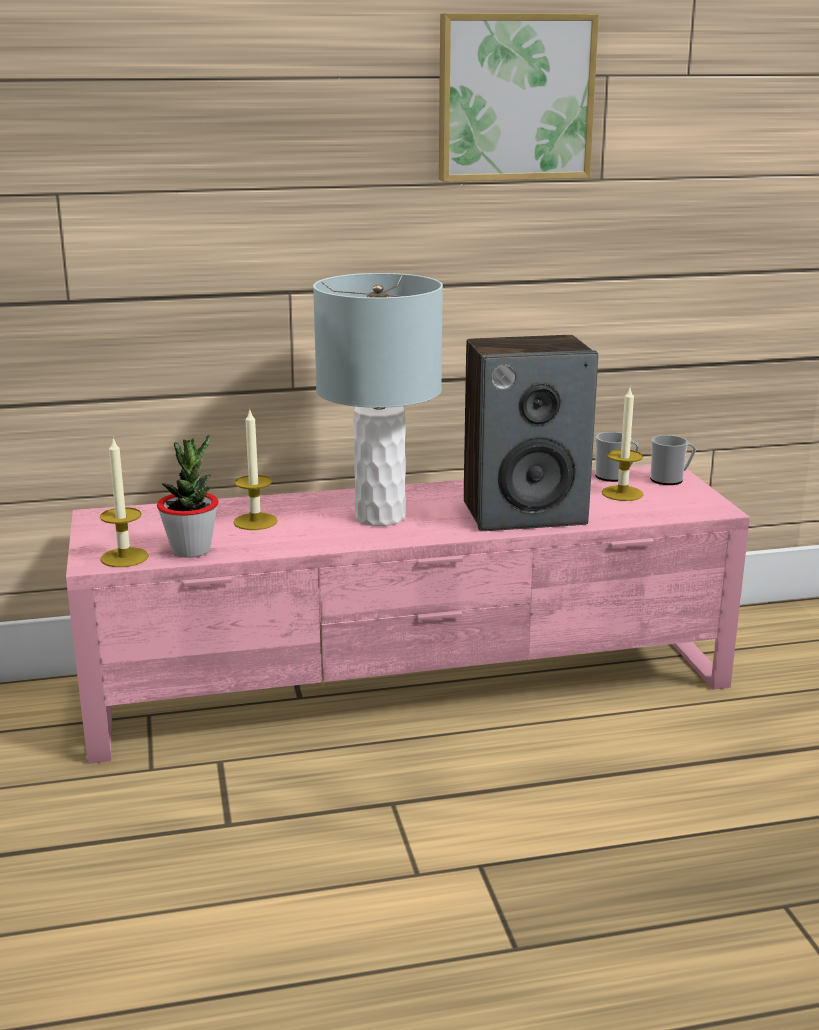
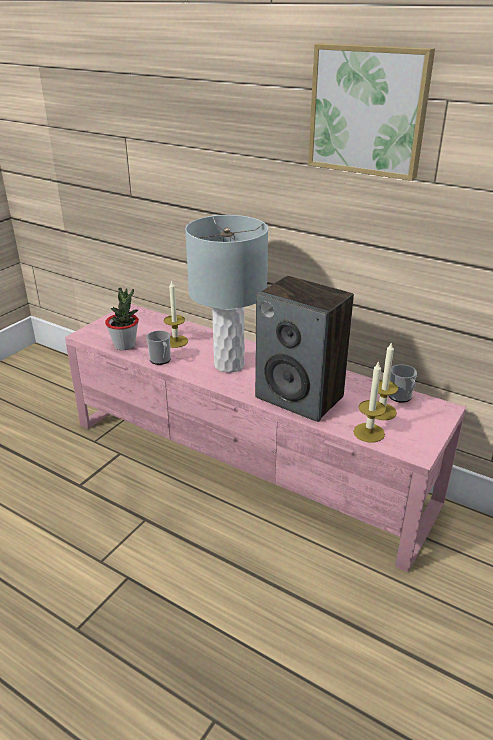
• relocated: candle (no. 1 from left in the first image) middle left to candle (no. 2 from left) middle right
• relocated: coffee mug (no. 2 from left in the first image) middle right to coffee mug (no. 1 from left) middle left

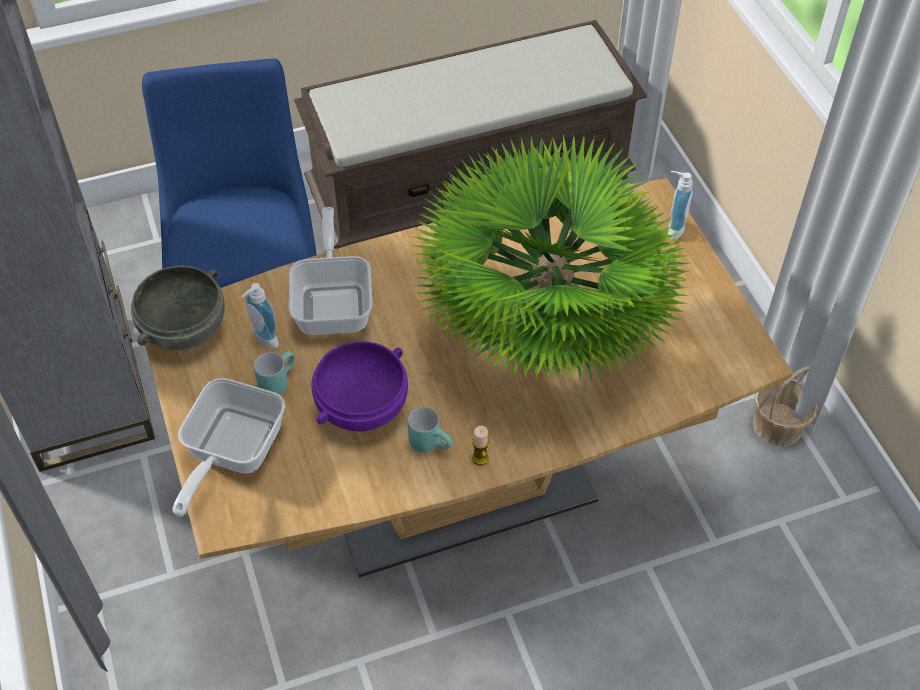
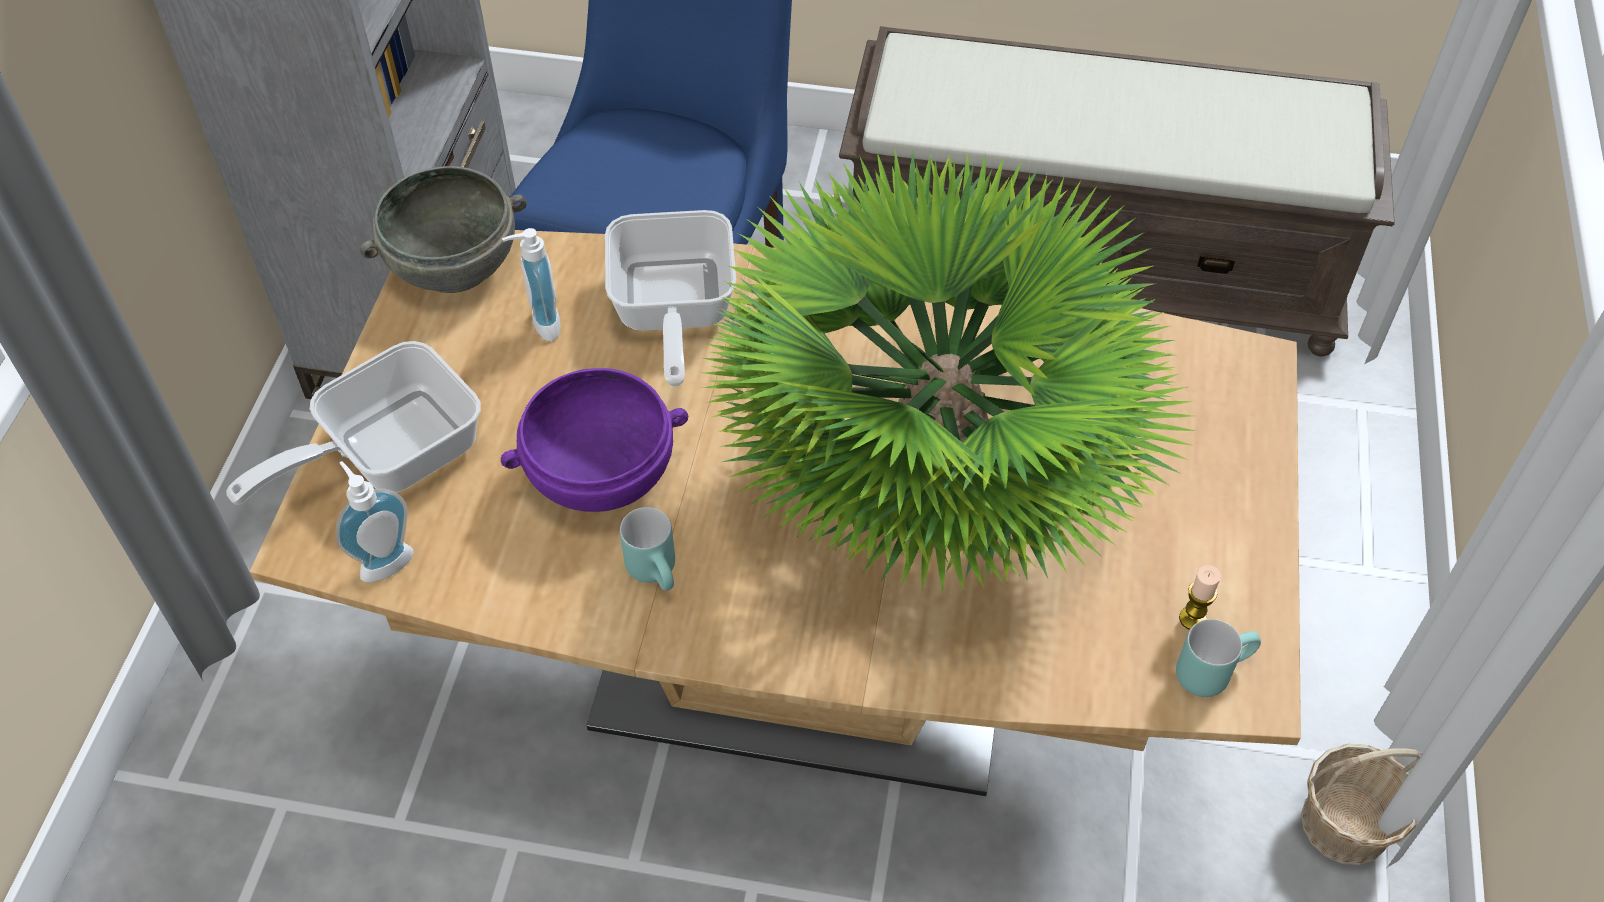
• relocated: coffee mug (turquoise-coloured) (no. 1 from left in the first image) middle left to coffee mug (turquoise-coloured) (no. 2 from left) bottom right
• relocated: candle centre to middle right
• relocated: soap bottle (no. 2 from left in the first image) top right to soap bottle (no. 1 from left) middle left
• spun: pan (no. 2 from left) centre = top centre 150 degrees clockwise

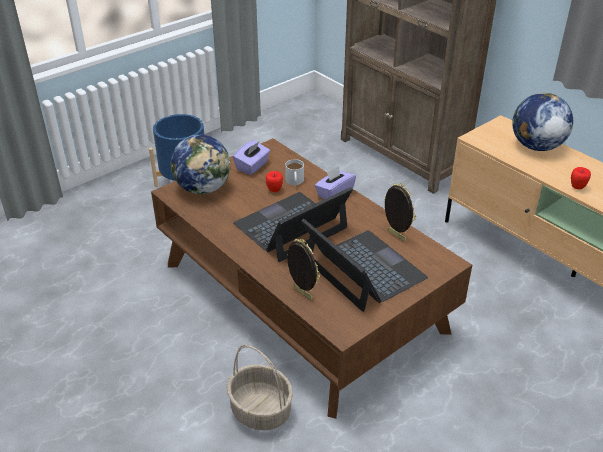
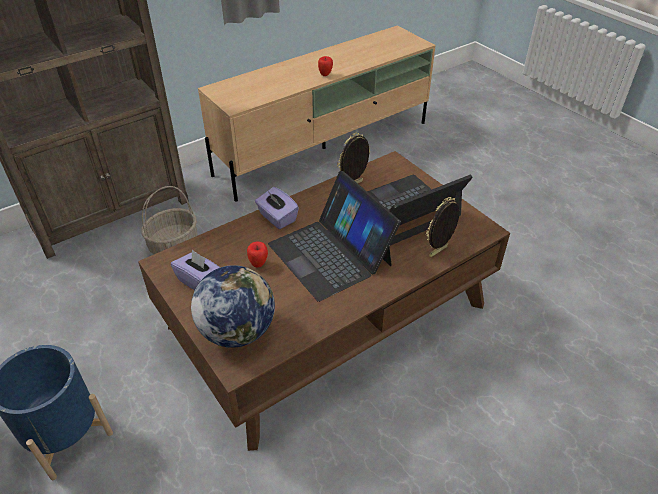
• missing: coffee mug (white-coloured) centre
• missing: globe (no. 2 from left) top right
• relocated: basket bottom centre to middle left

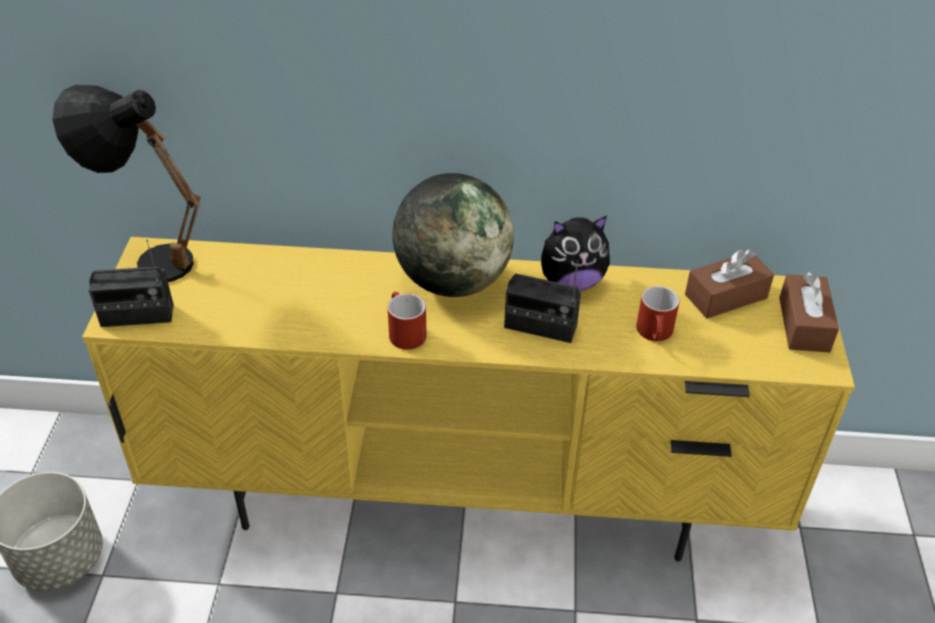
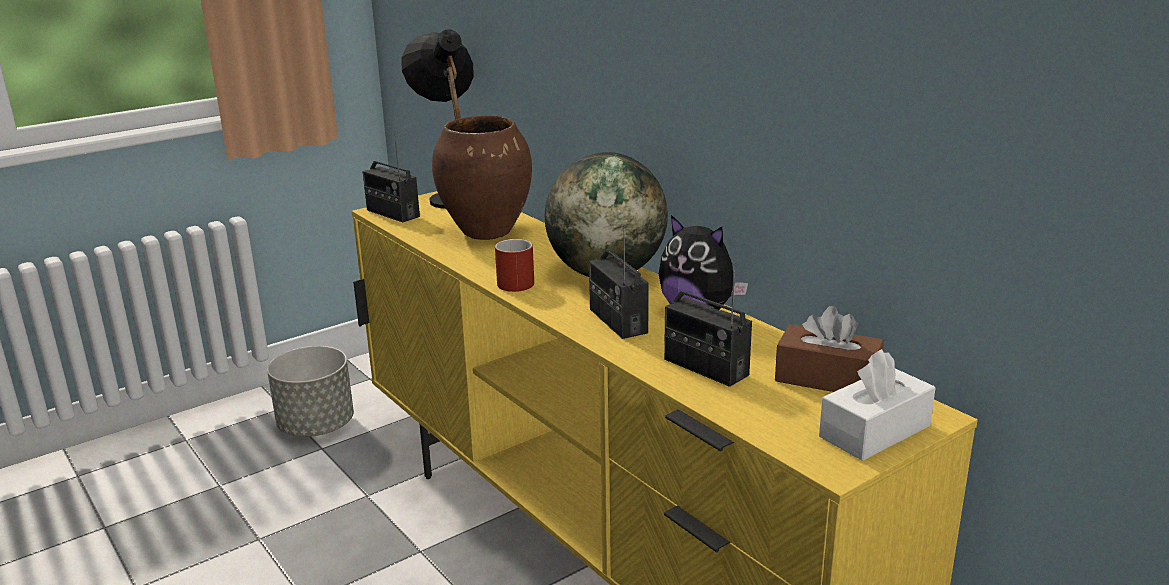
• appeared: vase (brown) top centre
• exchanged: coffee mug (red) (no. 2 from left) middle right to radio (no. 3 from left) centre
• colour: tissue box (brown) (no. 2 from left) middle right to tissue box (white-coloured) bottom right

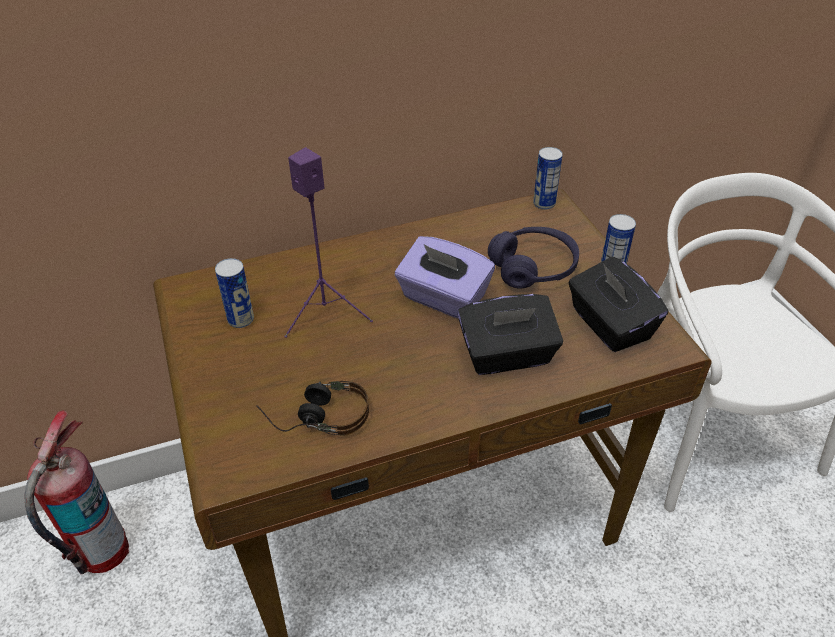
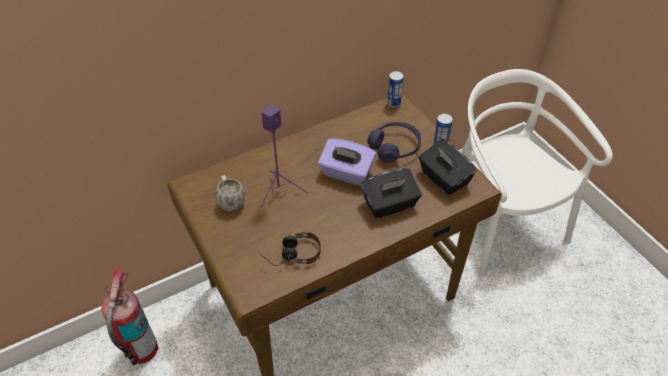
• exchanged: can (no. 1 from left) middle left to coffee mug (white-coloured) centre

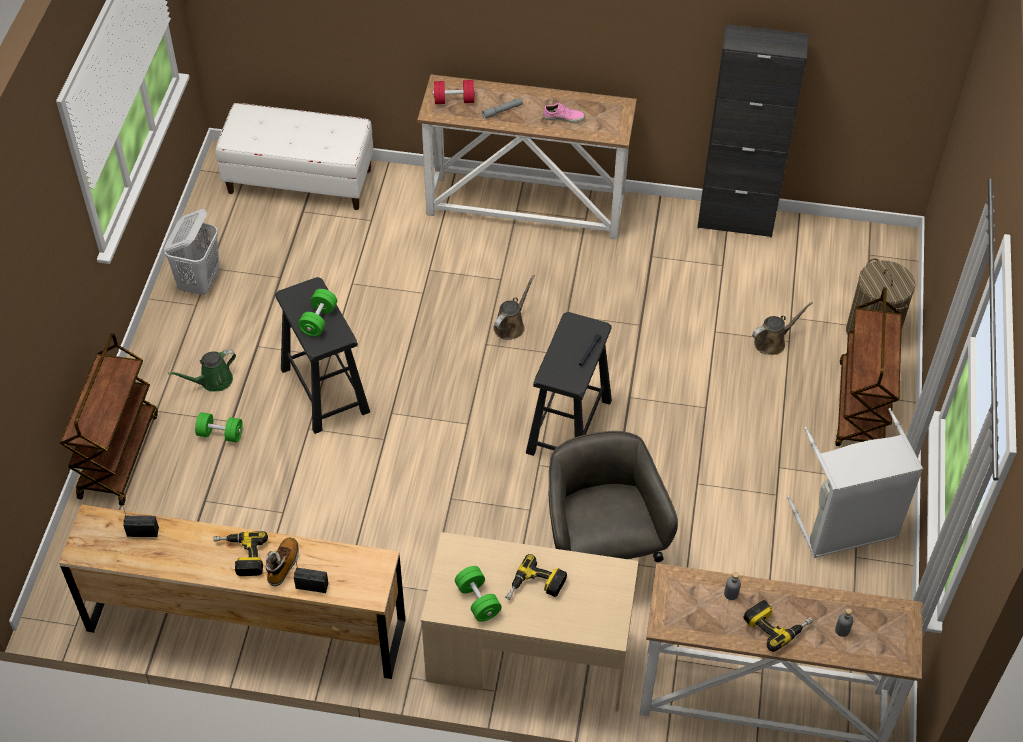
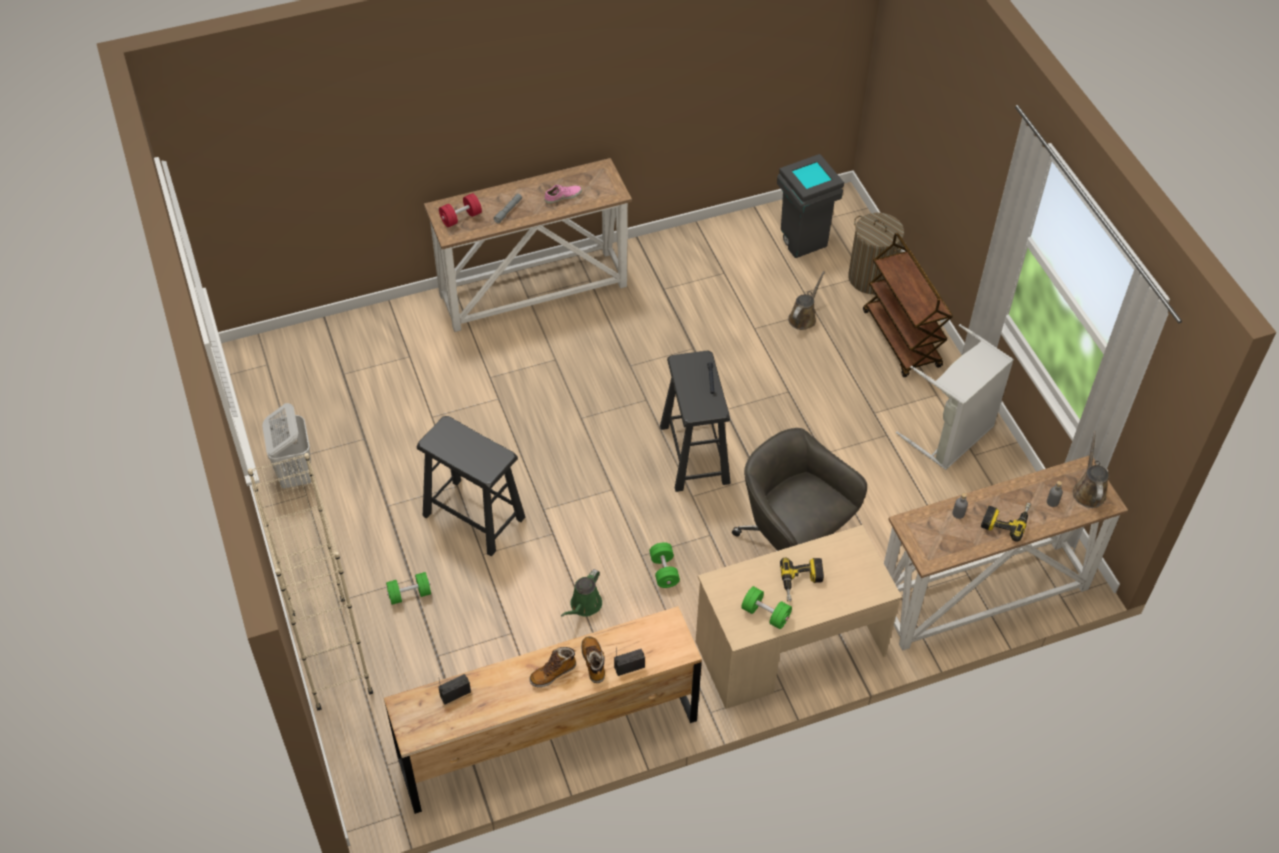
• missing: indoor bench (white-coloured) top left
• missing: cupboard (black) top right
• appeared: trash can (greyish) top centre
• relocated: watering pot (green-coloured) middle left to bottom centre
• relocated: hand weight (green-coloured) (no. 2 from left) middle left to centre
• relocated: watering pot (brown) (no. 1 from left in the first image) centre to watering pot (brown) (no. 2 from left) middle right
• exchanged: trolley (brown) (no. 1 from left) middle left to bookcase (sand-coloured) bottom left
• exchanged: electric drill (no. 1 from left) bottom left to high-top boot (no. 1 from left) bottom centre

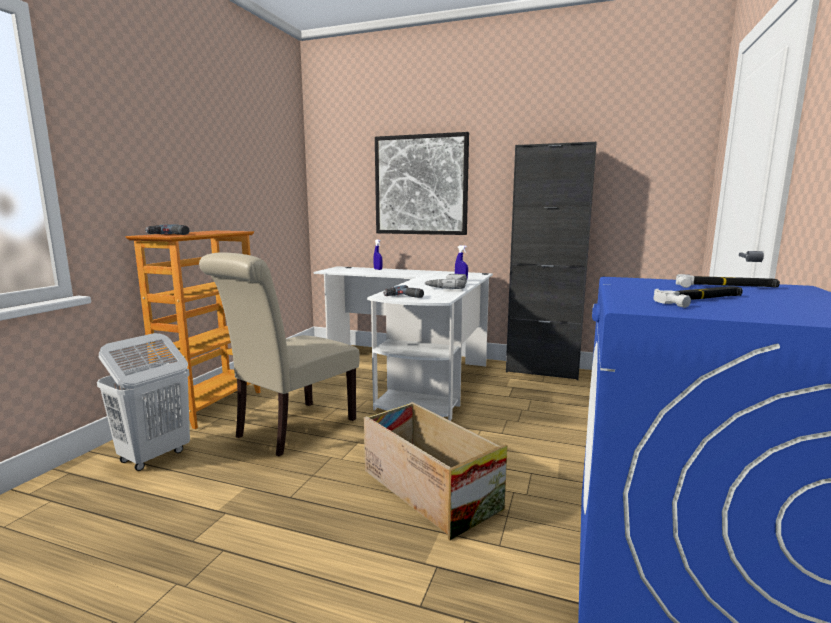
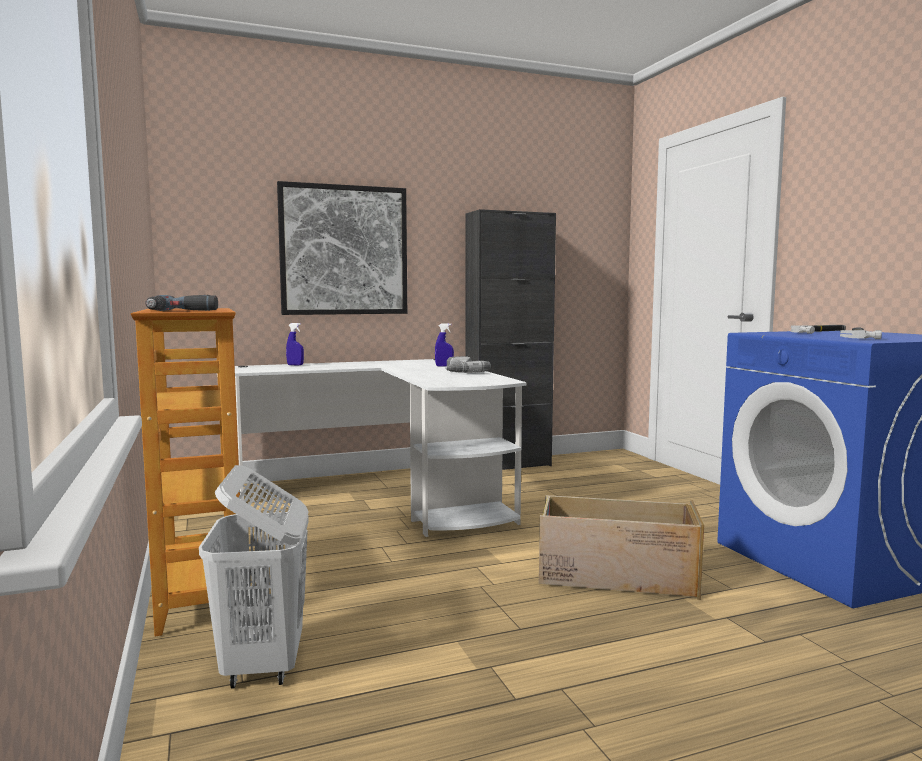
• missing: upright chair (sand-coloured) centre
• missing: electric drill (no. 2 from left) centre

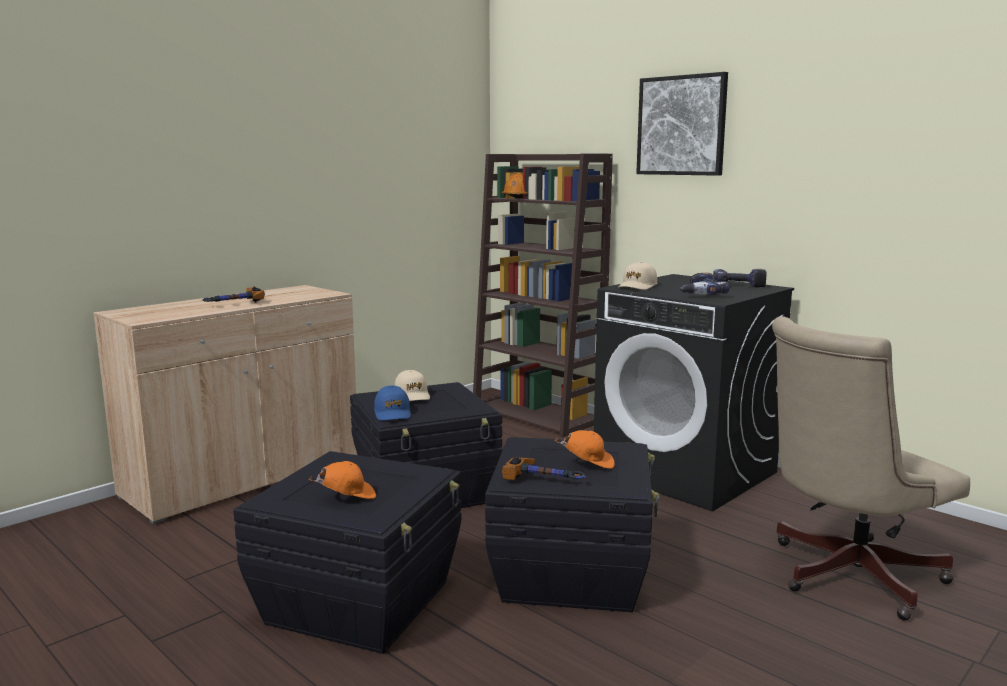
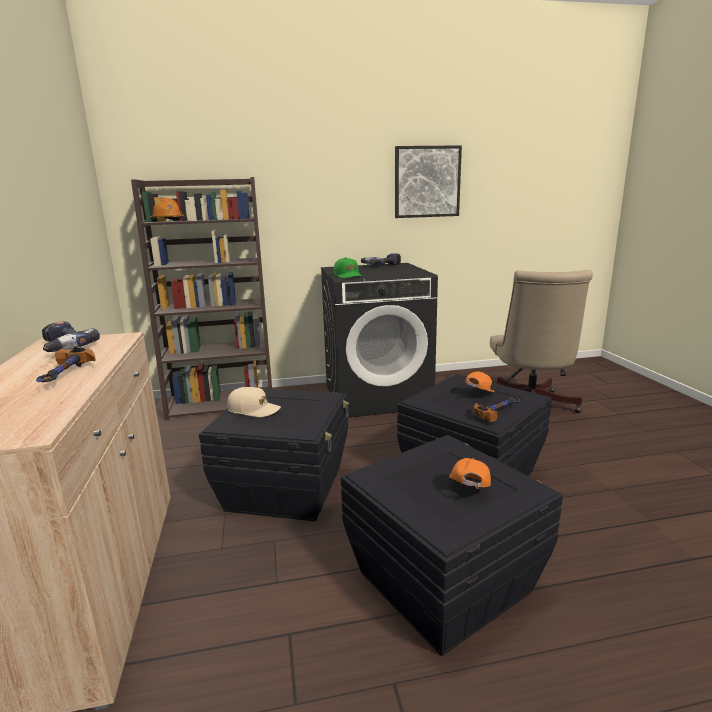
• missing: baseball cap (blue-coloured) centre
• relocated: picture top right to top centre
• relocated: electric drill (no. 1 from left) middle right to middle left
• colour: baseball cap (sand-coloured) (no. 2 from left) centre to baseball cap (green-coloured) centre

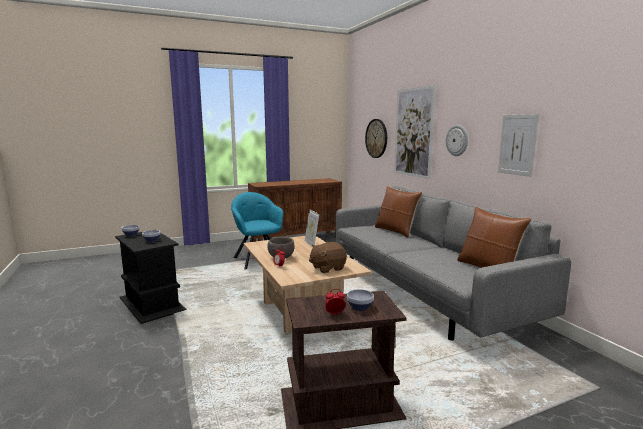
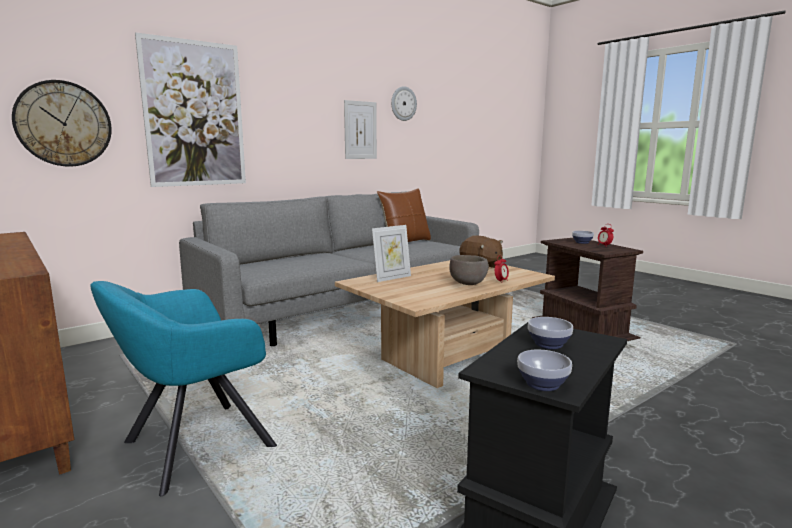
• missing: cushion (brown) (no. 1 from left) centre
• relocated: clock on the wall (no. 2 from left) top right to top centre

